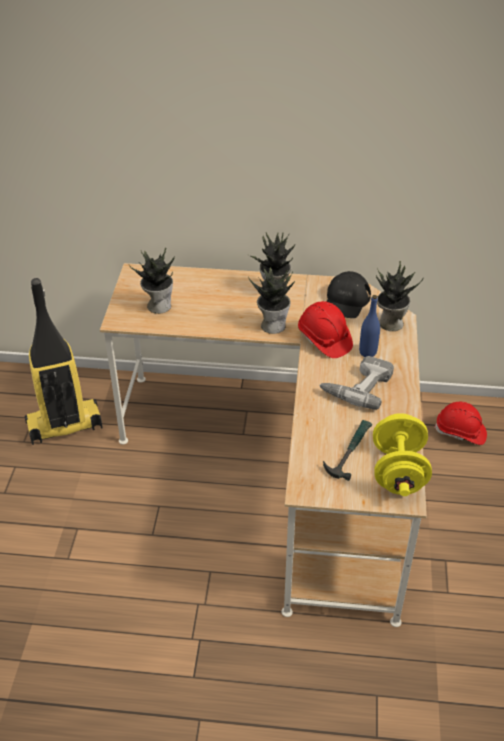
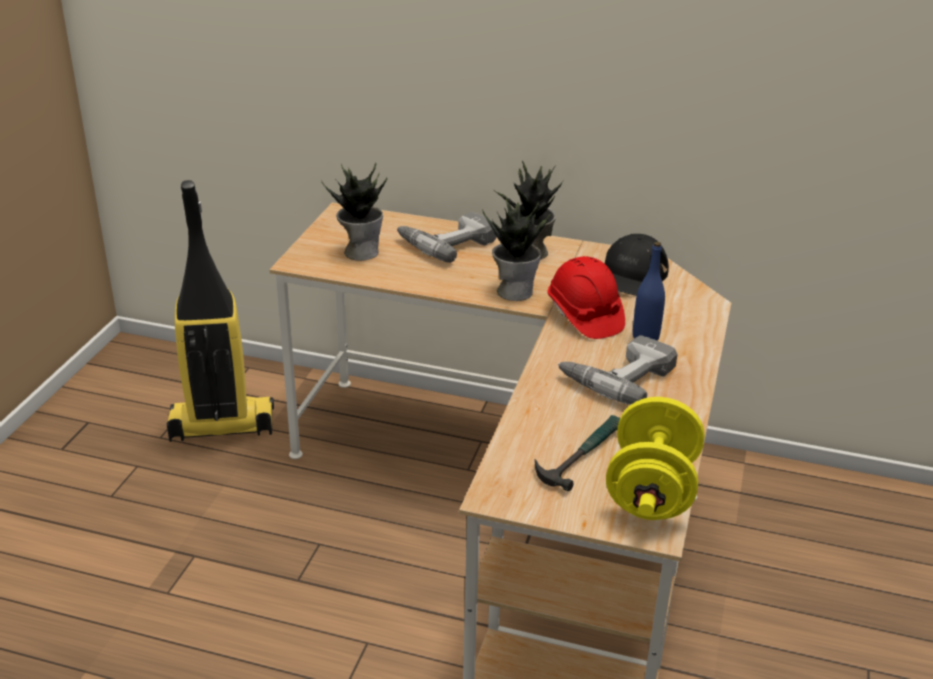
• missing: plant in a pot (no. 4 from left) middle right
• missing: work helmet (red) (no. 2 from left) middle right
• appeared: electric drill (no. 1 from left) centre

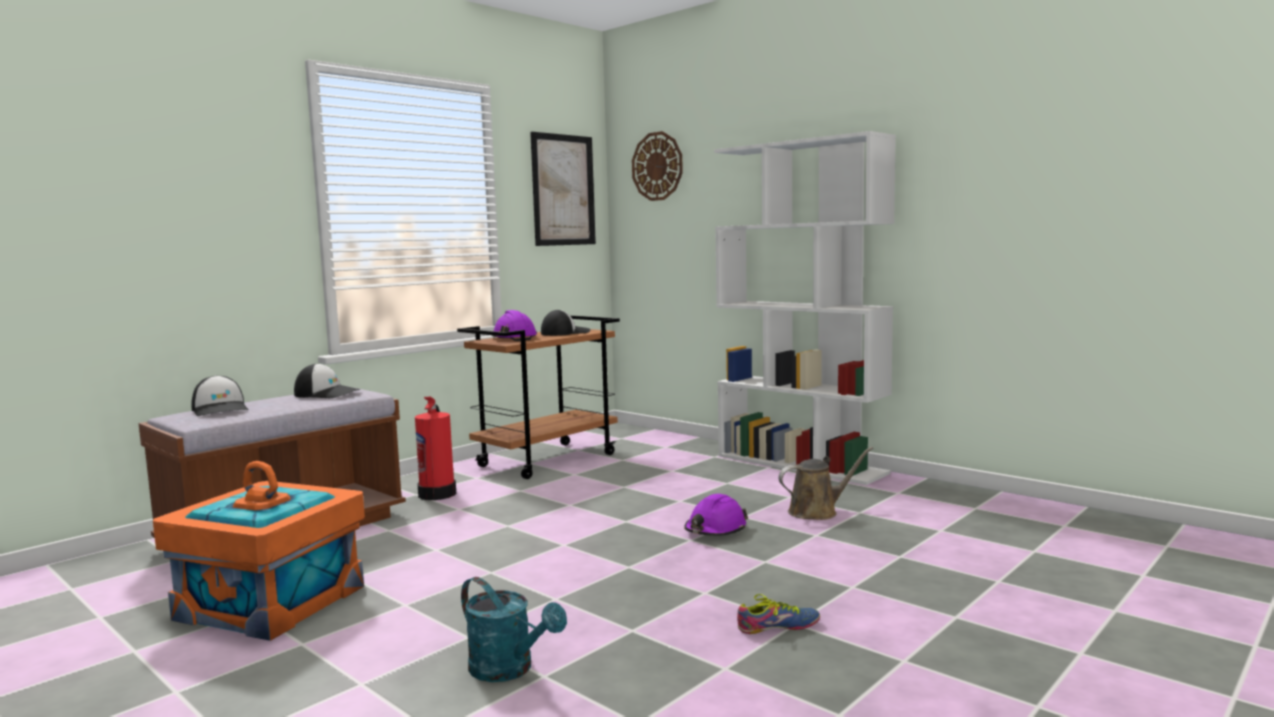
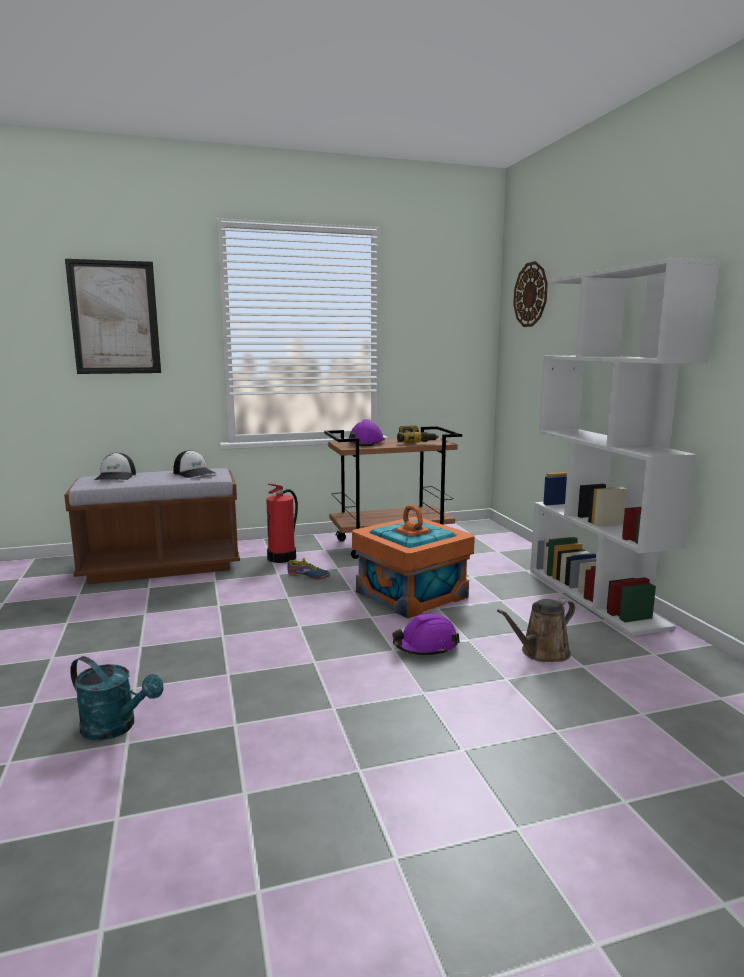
• relocated: storage bin (orange-coloured) bottom left to centre
• relocated: picture top centre to top left
• relocated: item of footwear bottom centre to centre
• exchanged: baseball cap (no. 3 from left) centre to electric drill centre
• spun: watering pot (turquoise-coloured) bottom centre = bottom left 45 degrees counterclockwise
• spun: watering pot (brown) bottom centre = middle right 135 degrees clockwise

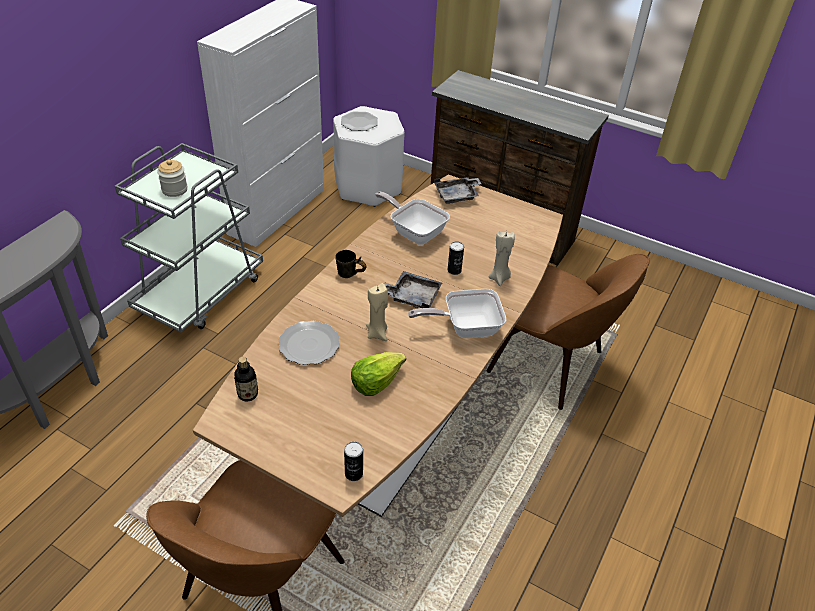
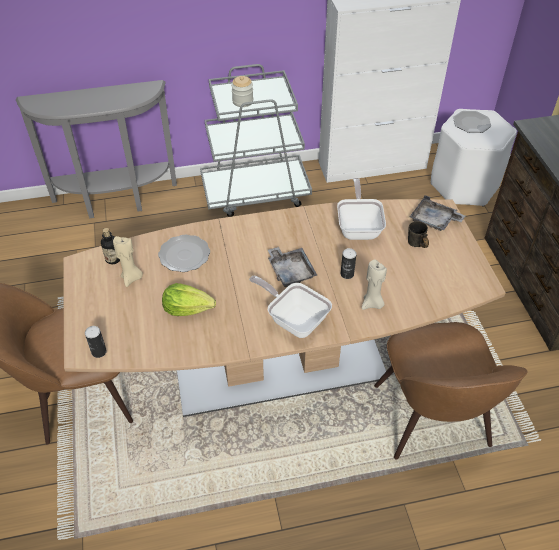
• relocated: coffee mug (greyish) centre to middle right
• relocated: candle (sand-coloured) (no. 1 from left) centre to middle left

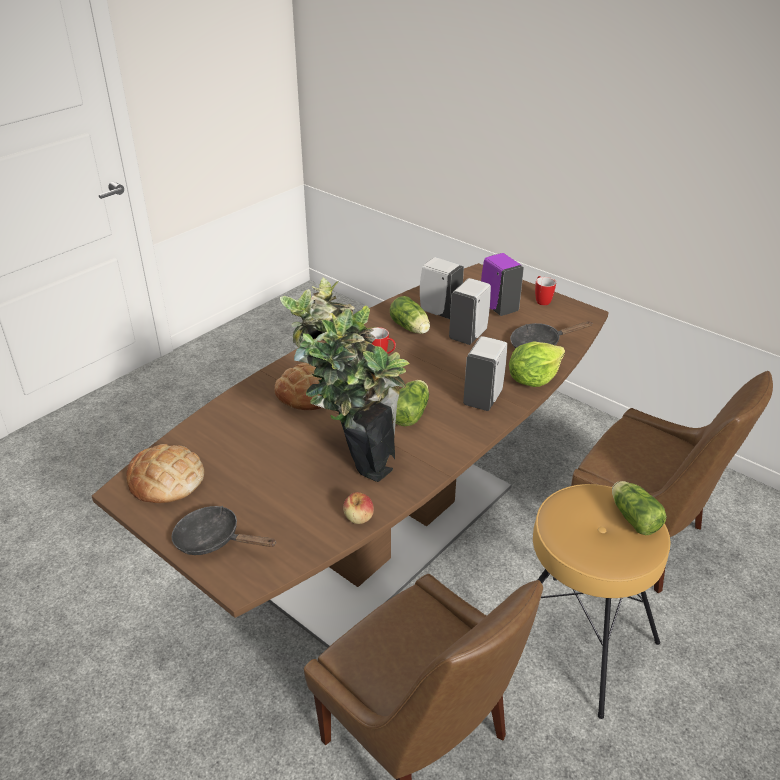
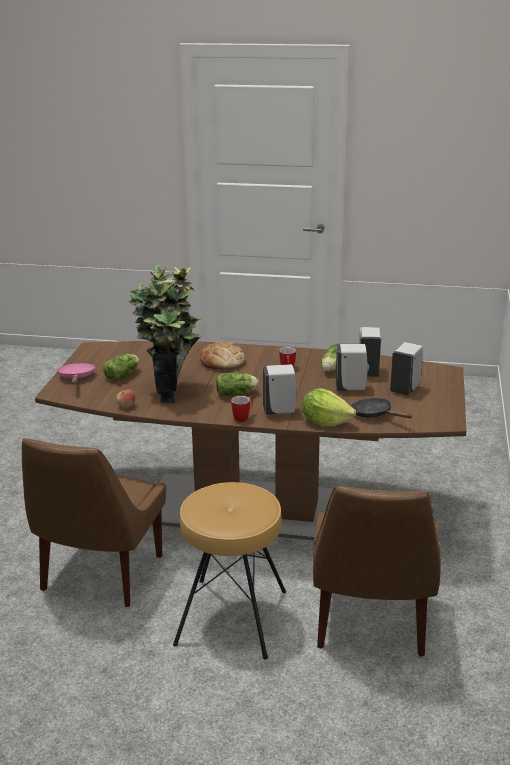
• missing: baked bread (no. 1 from left) middle left
• relocated: coffee mug (no. 2 from left in the first image) middle right to coffee mug (no. 1 from left) centre
• relocated: lettuce head (no. 4 from left in the first image) middle right to lettuce head (no. 1 from left) middle left
• colour: pan (black) (no. 1 from left) bottom left to pan (pink-coloured) middle left
• colour: soap bottle (purple) centre to soap bottle (white-coloured) (no. 4 from left) middle right

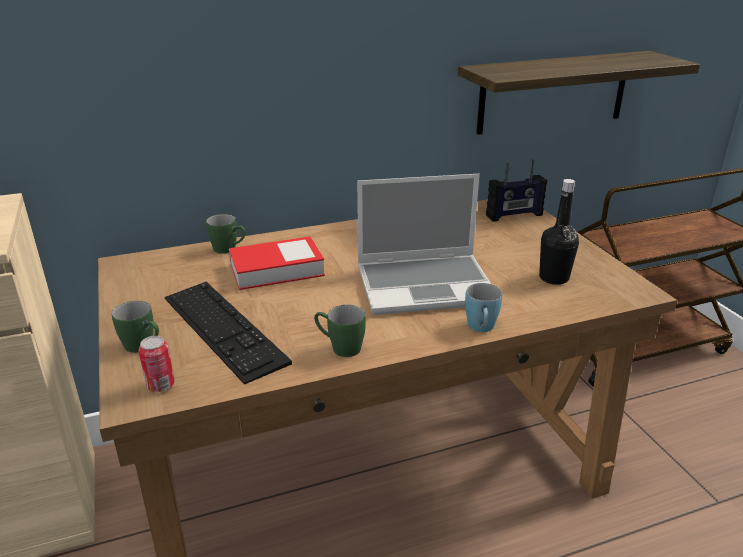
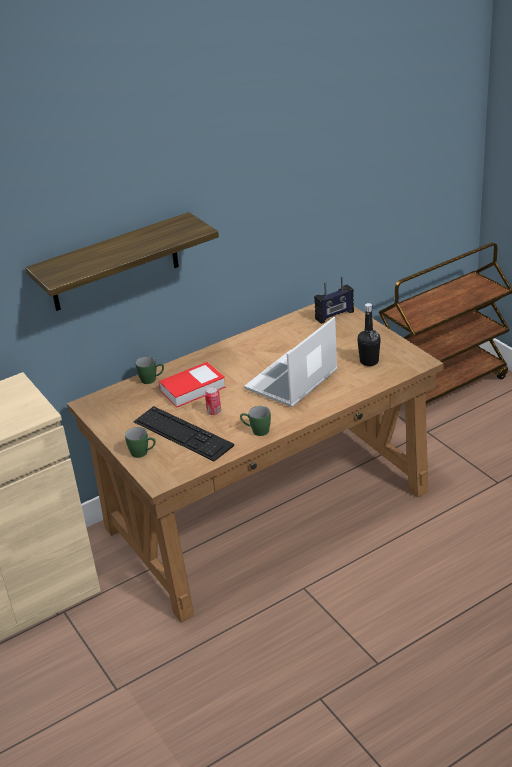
• missing: coffee mug (blue-coloured) centre
• relocated: can middle left to centre
• relocated: wall shelf top right to middle left
• spun: laptop centre = centre 150 degrees clockwise

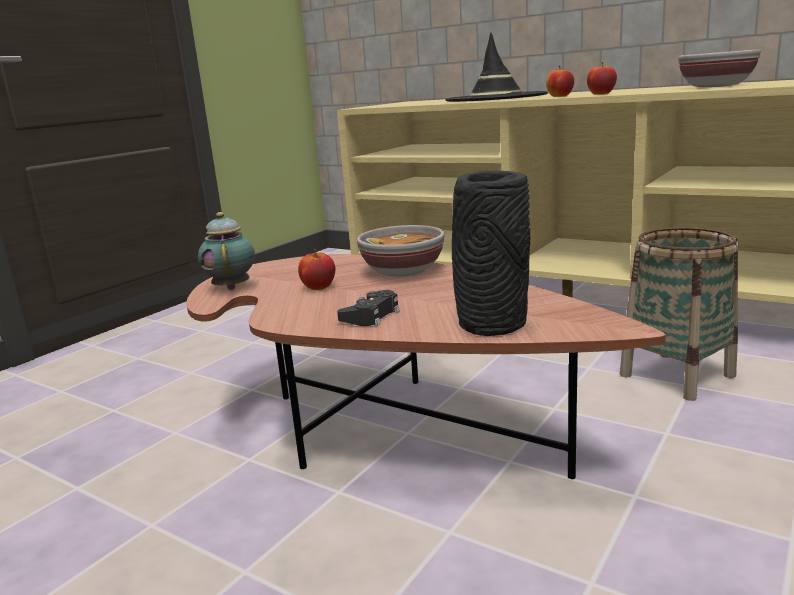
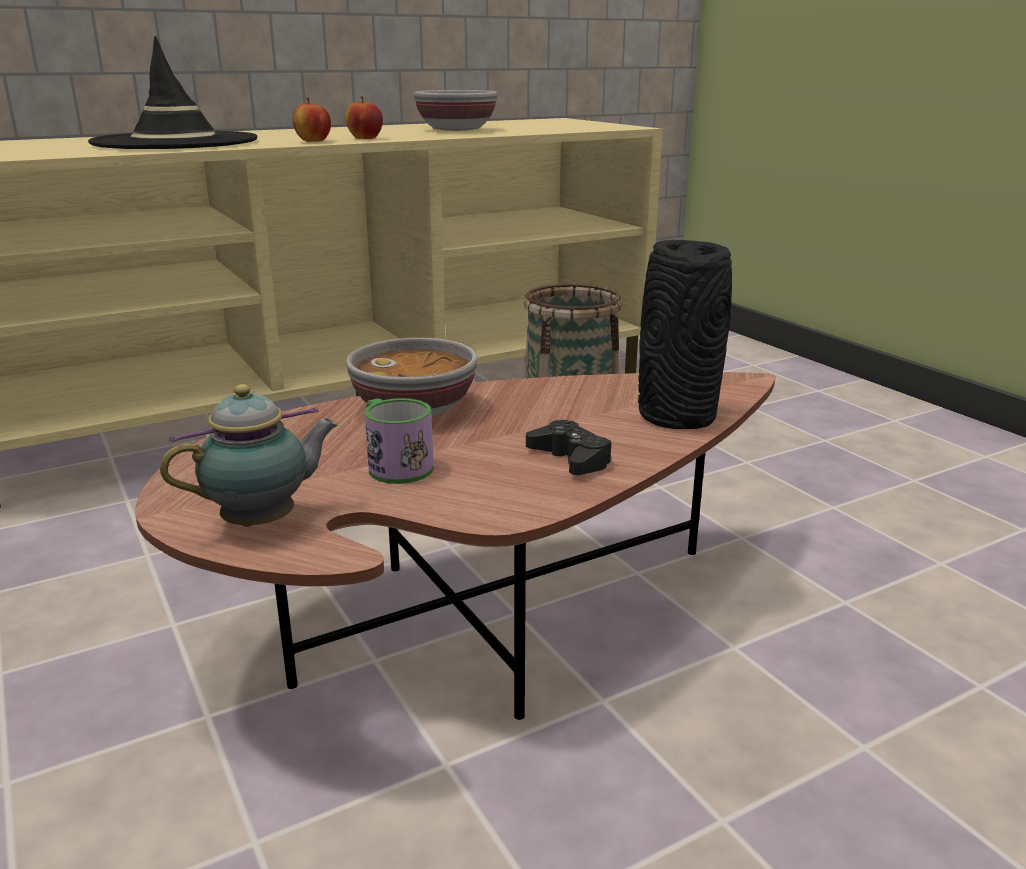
• exchanged: apple fruit (no. 1 from left) centre to coffee mug centre
• spun: teapot middle left = middle left 135 degrees clockwise

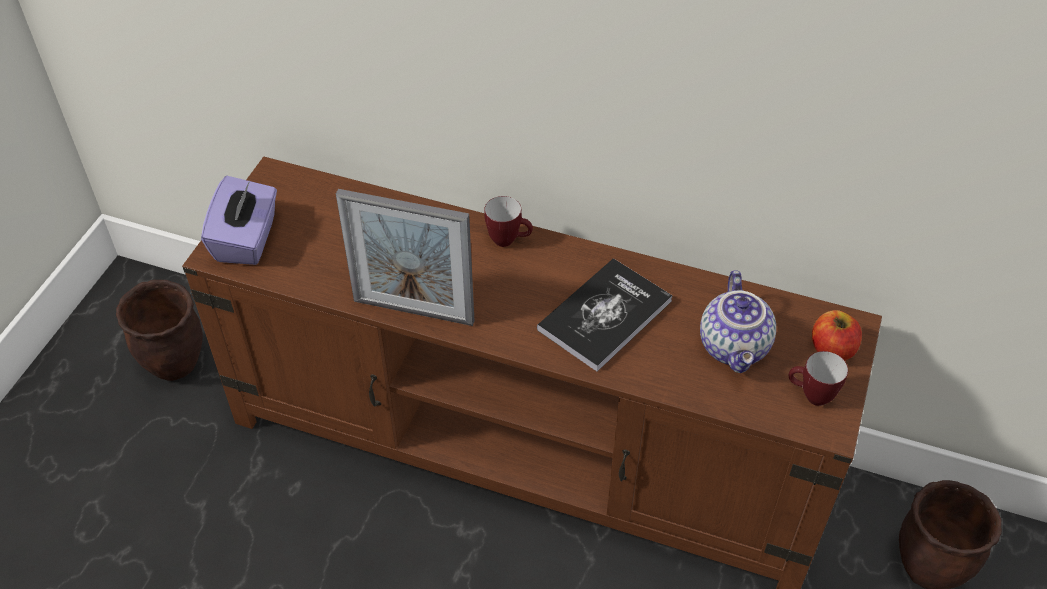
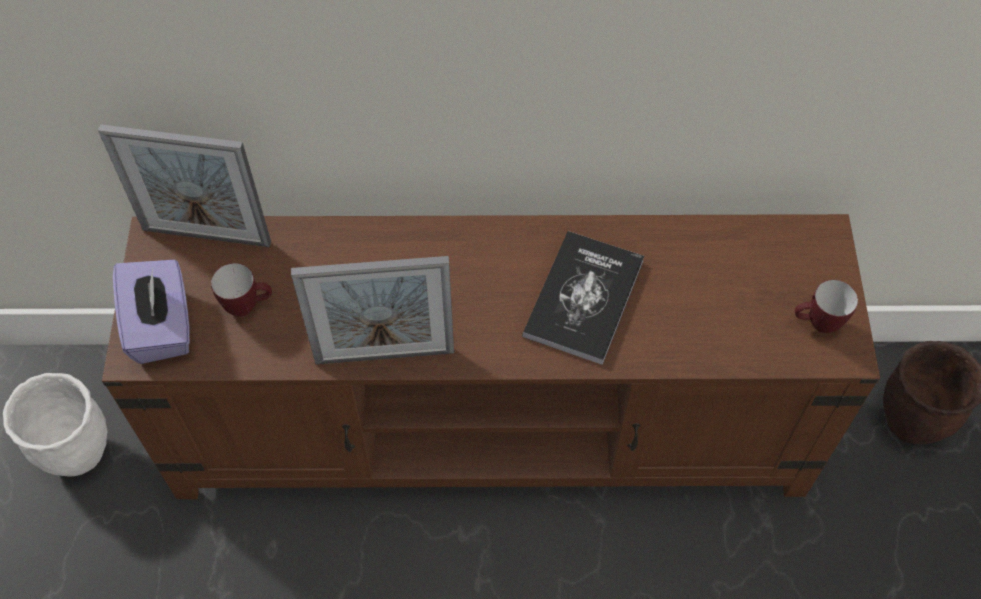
• missing: teapot middle right
• missing: apple fruit middle right
• appeared: standing frame (no. 1 from left) top left
• relocated: coffee mug (no. 1 from left) centre to middle left
• colour: plant pot (brown) (no. 1 from left) middle left to plant pot (white-coloured) bottom left

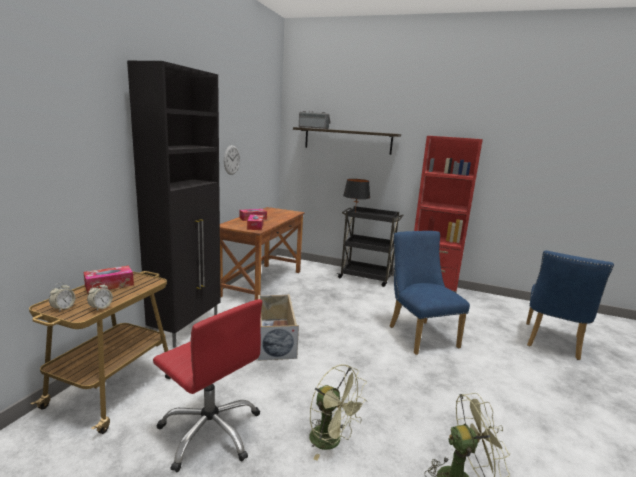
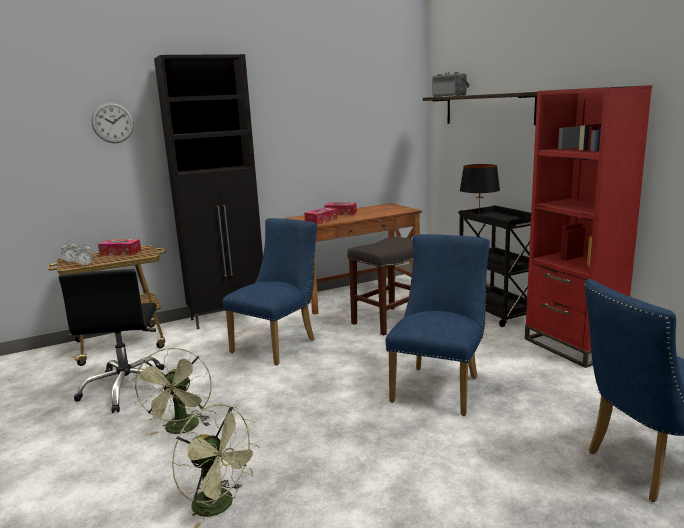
• appeared: stool seat (greyish) centre
• relocated: clock on the wall centre to top left
• exchanged: storage bin (sand-coloured) bottom centre to upright chair (blue-coloured) (no. 1 from left) centre
• colour: office chair (red) bottom left to office chair (black) middle left

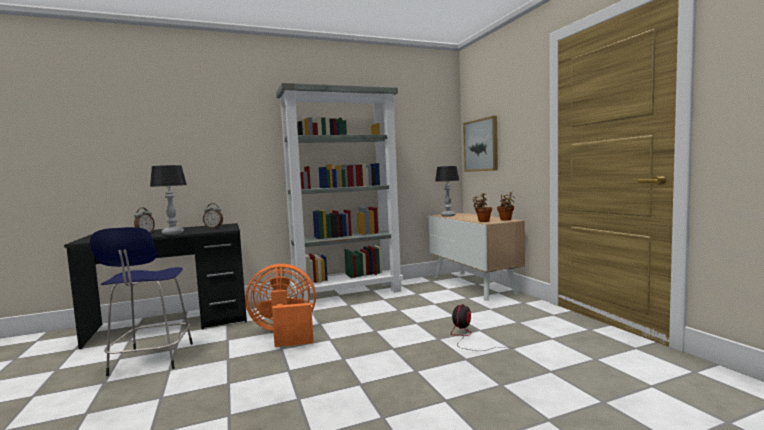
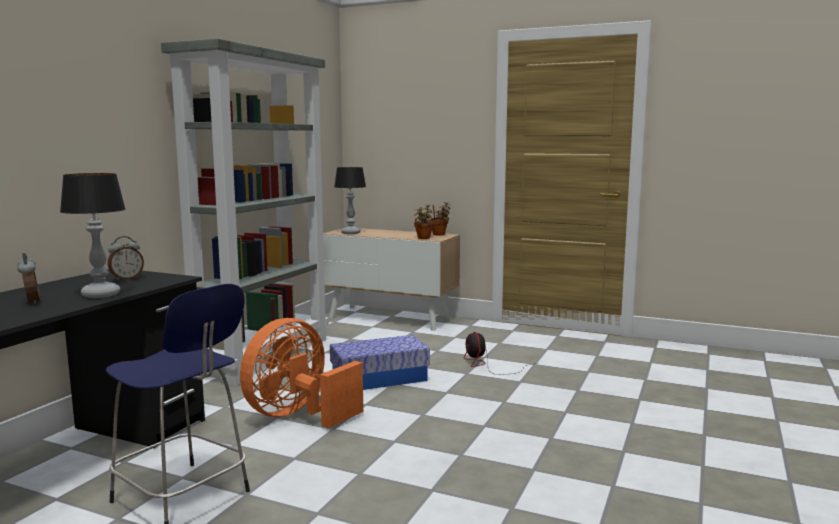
• missing: picture centre
• appeared: storage bin bottom centre

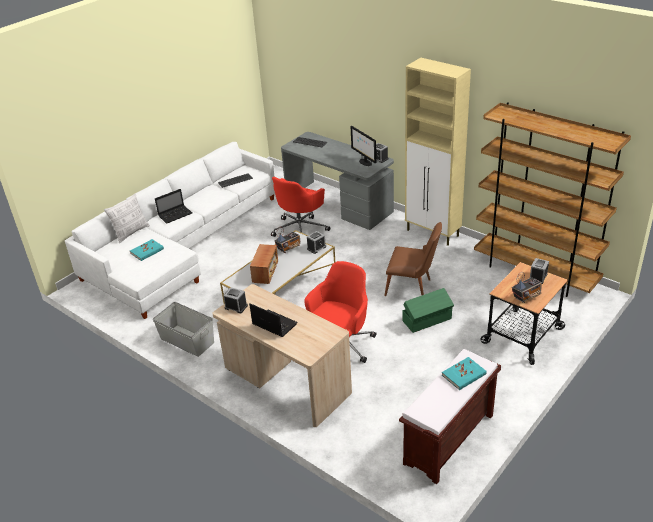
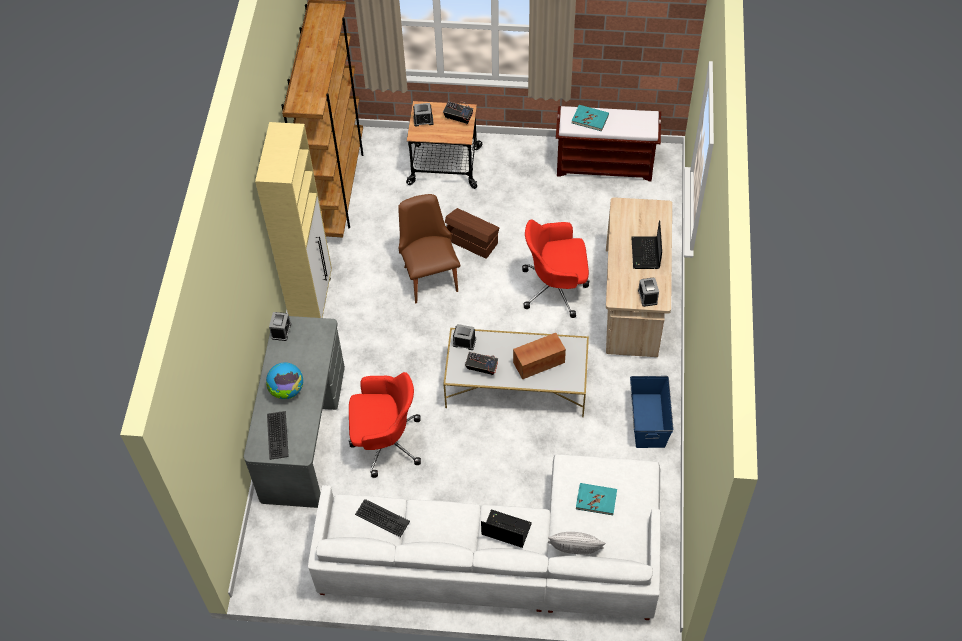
• missing: computer display top centre
• appeared: globe middle left
• colour: storage bin (greyish) middle left to storage bin (blue-coloured) middle right
• colour: storage bin (green-coloured) centre to storage bin (brown) centre

